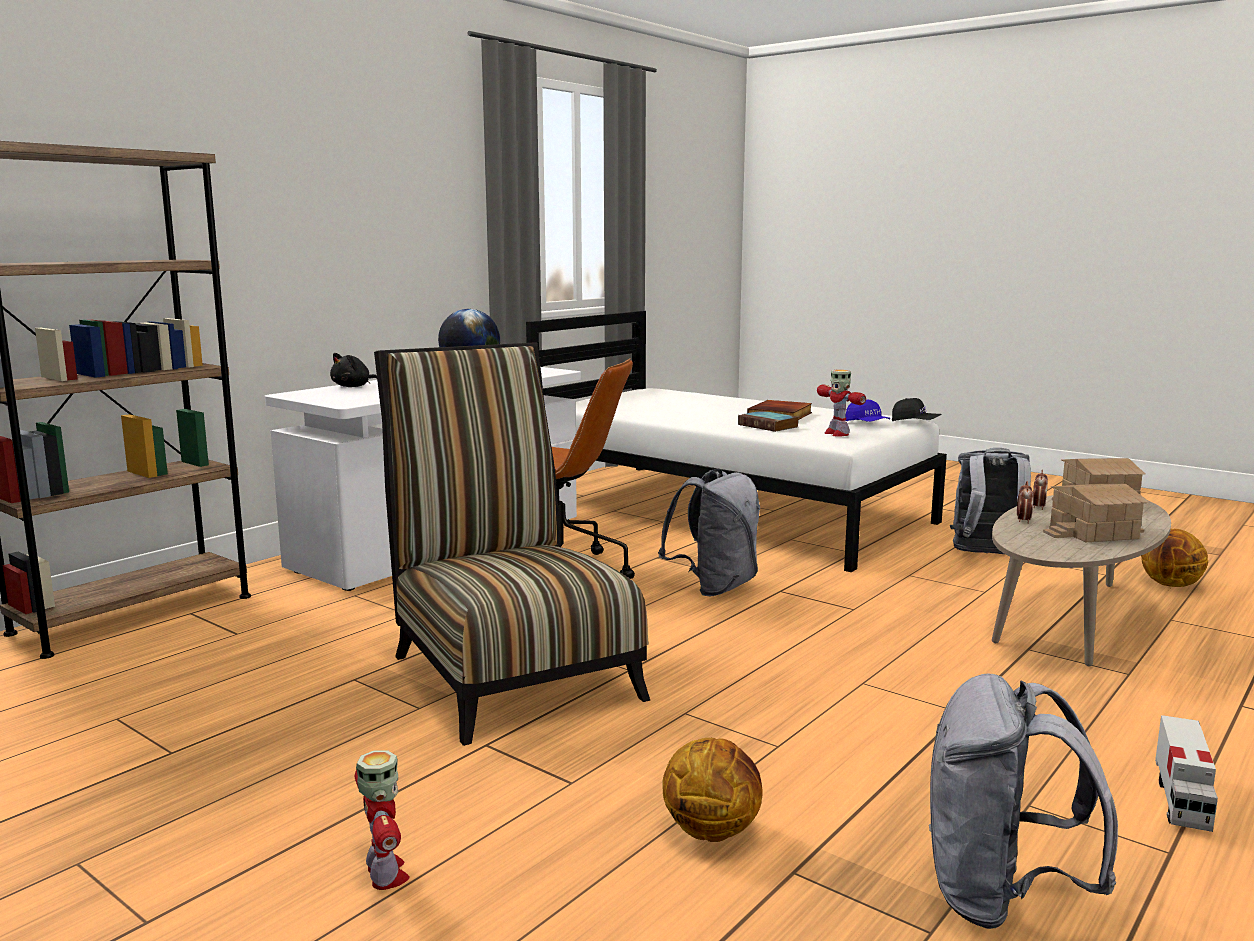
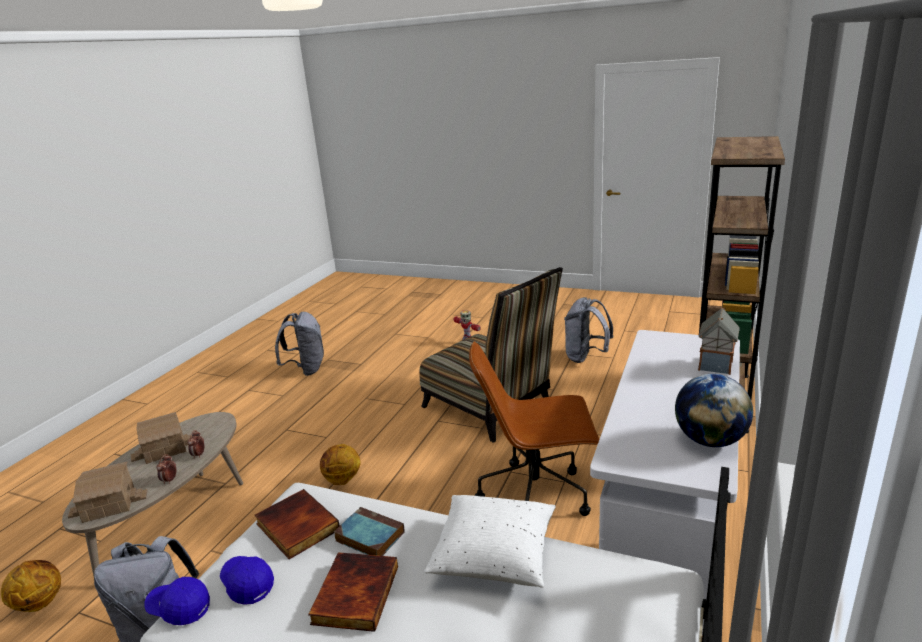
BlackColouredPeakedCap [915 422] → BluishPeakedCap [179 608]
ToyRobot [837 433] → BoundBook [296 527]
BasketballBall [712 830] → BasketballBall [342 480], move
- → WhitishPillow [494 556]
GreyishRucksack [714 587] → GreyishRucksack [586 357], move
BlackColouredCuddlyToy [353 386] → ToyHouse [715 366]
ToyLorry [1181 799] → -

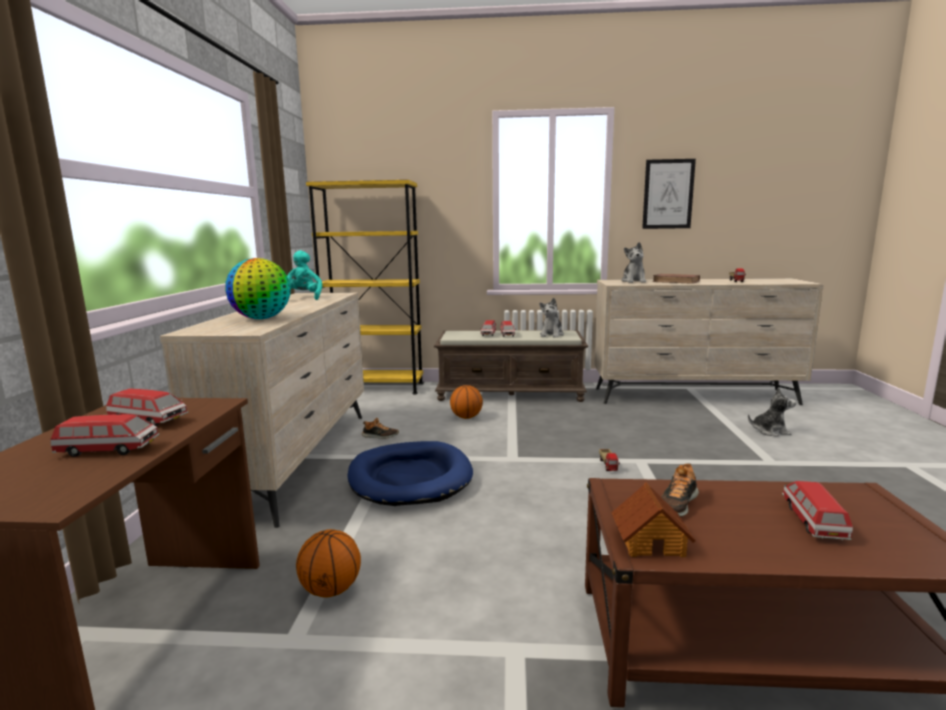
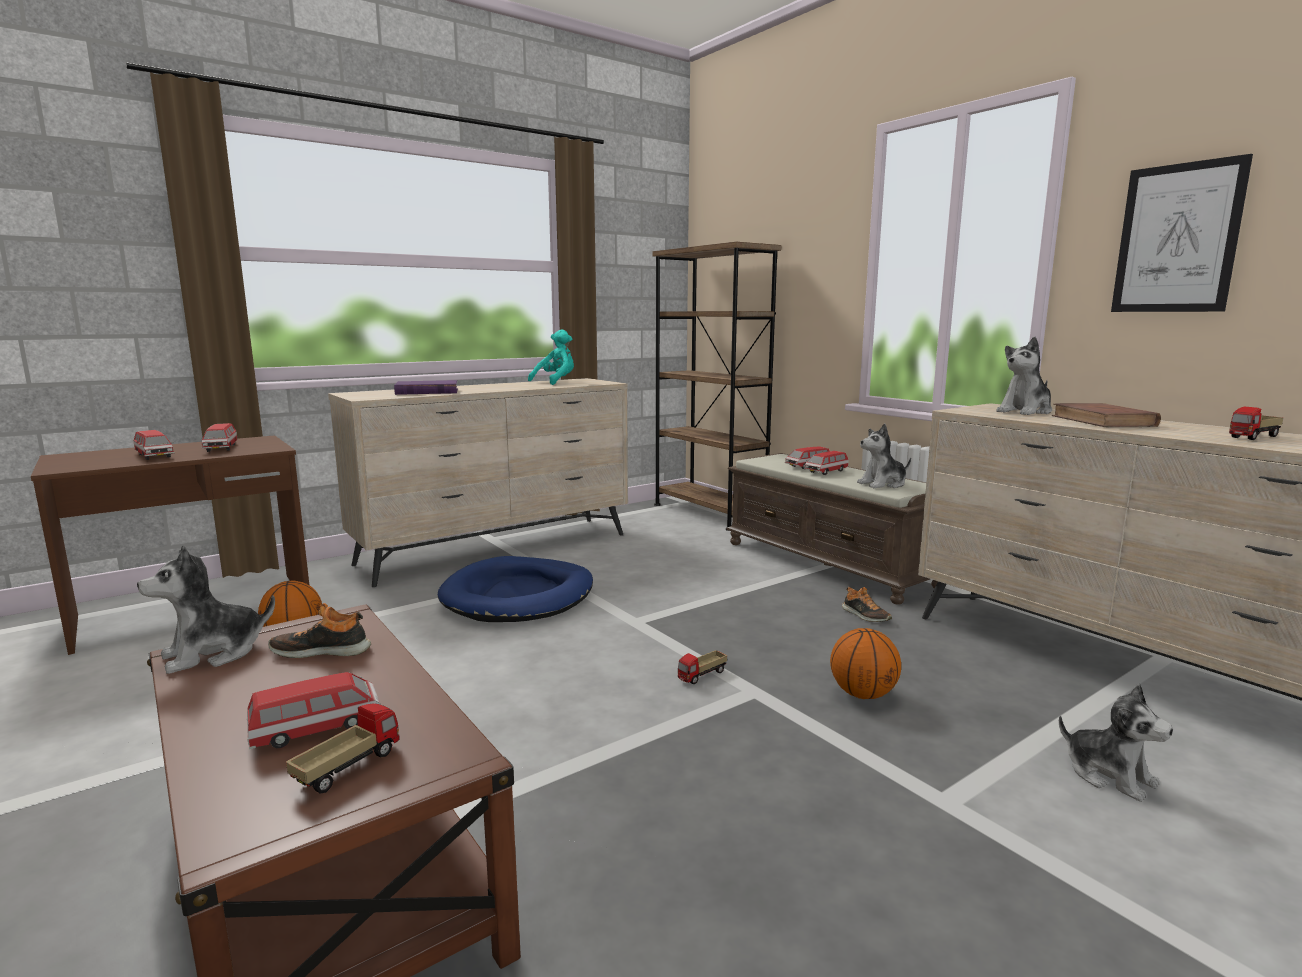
ToyHouse [650 541] → CuddlyToy [213 653]
- → ToyLorry [348 767]
Globe [262 319] → PurpleBoundBook [426 392]
YellowShelvingUnit [375 388] → BrownishShelvingUnit [708 512]
BasketballBall [466 417] → BasketballBall [863 694], move
Shoe [380 436] → Shoe [865 615], move

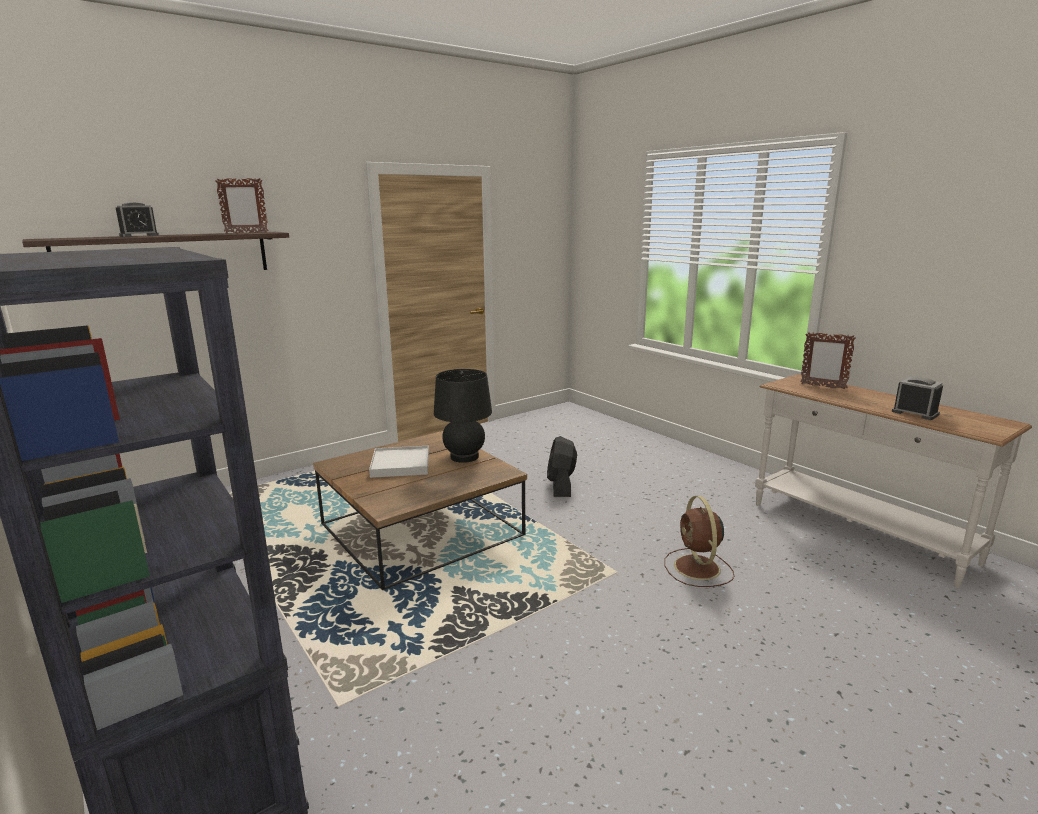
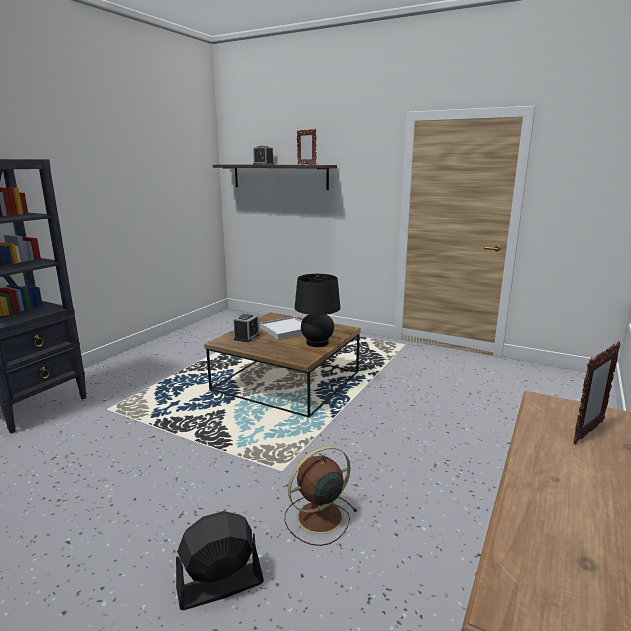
BlackColouredFan [561 486] → BlackColouredFan [220 585], move
BedsideClock [915 413] → BedsideClock [246 337], move
StandingFrame [822 386] → StandingFrame [587 432], 135 degrees counterclockwise

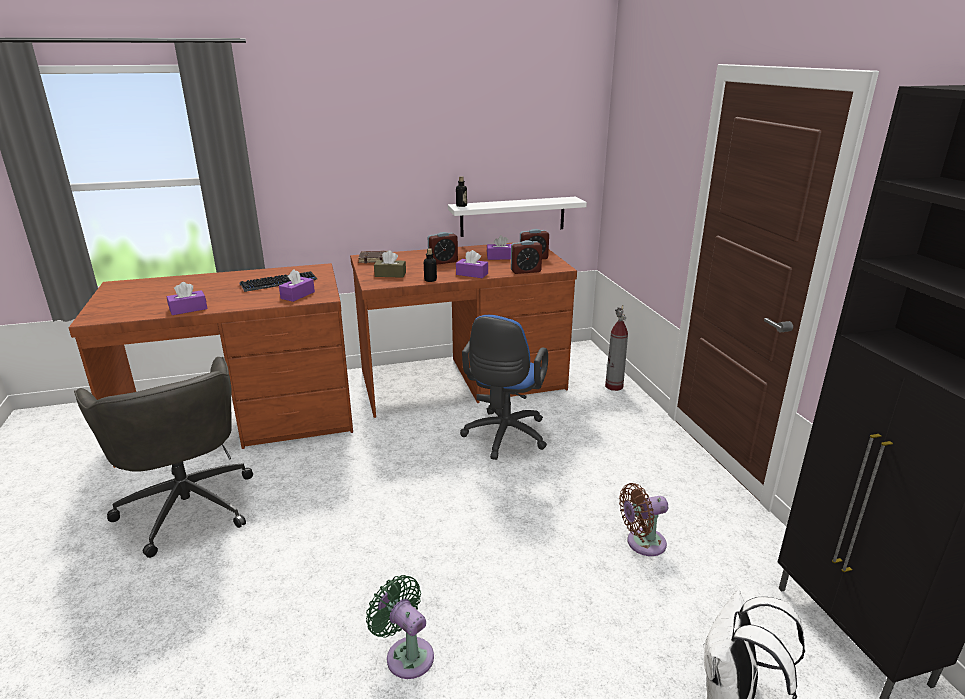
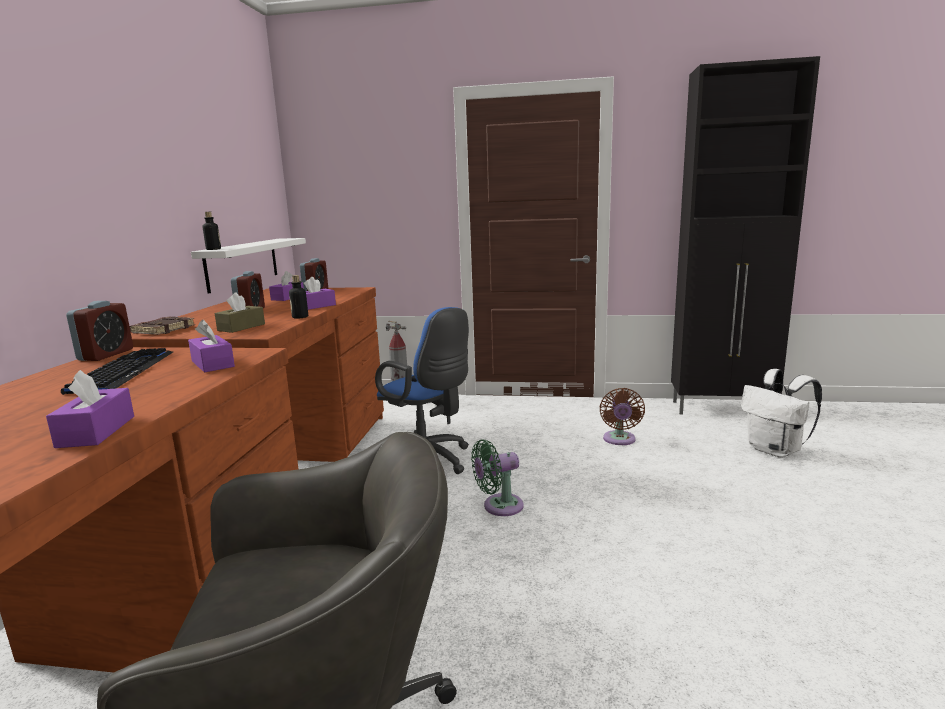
BedsideClock [525 271] → BedsideClock [106 355], move
GreenColouredFan [406 654] → GreenColouredFan [499 506], move

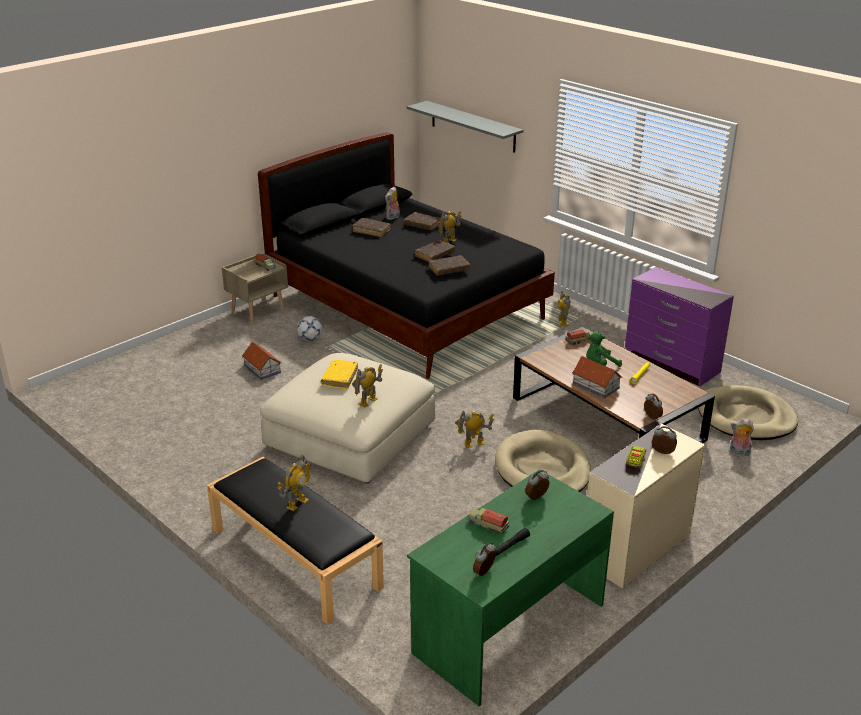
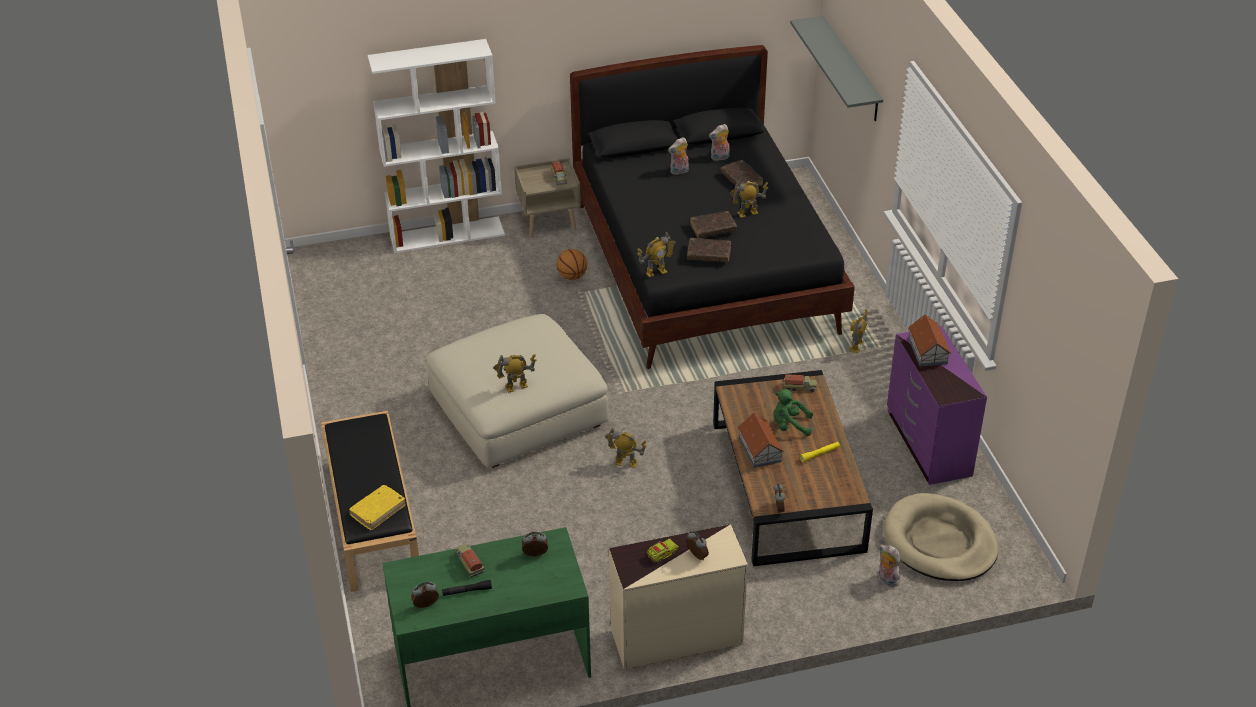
YellowBoundBook [340 378] → YellowBoundBook [378 511], move
- → WhitishShelvingUnit [447 234]
Football [310 339] → BasketballBall [572 276]
ToyRobot [297 503] → ToyRobot [656 272], move
BrownishBoundBook [371 231] → CuddlyToy [679 171]
ToyHouse [262 368] → ToyHouse [928 350], move
SandColouredDogCushion [542 469] → -

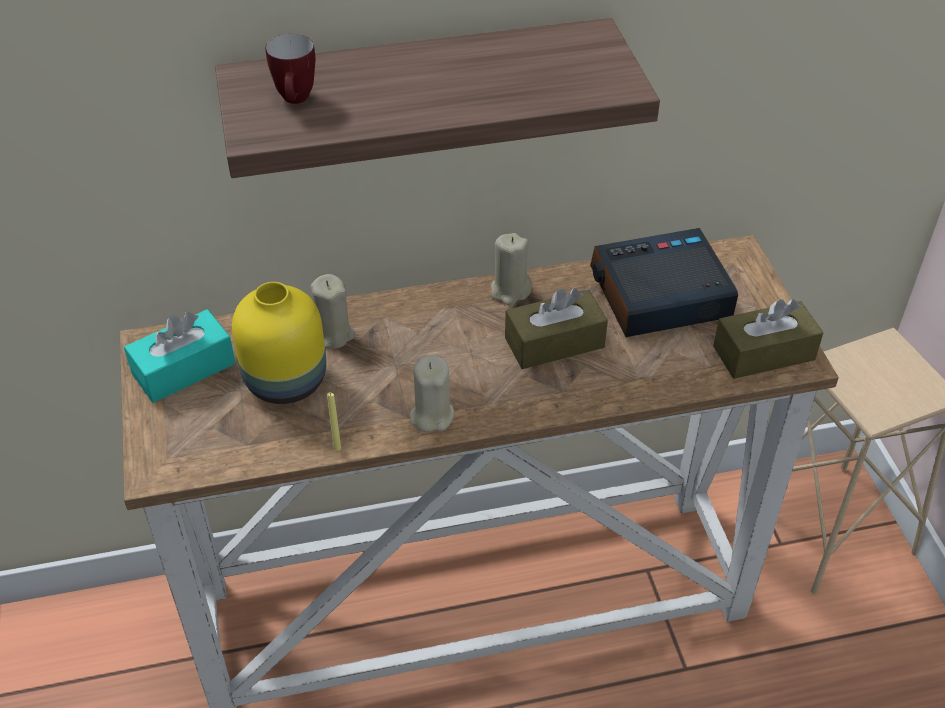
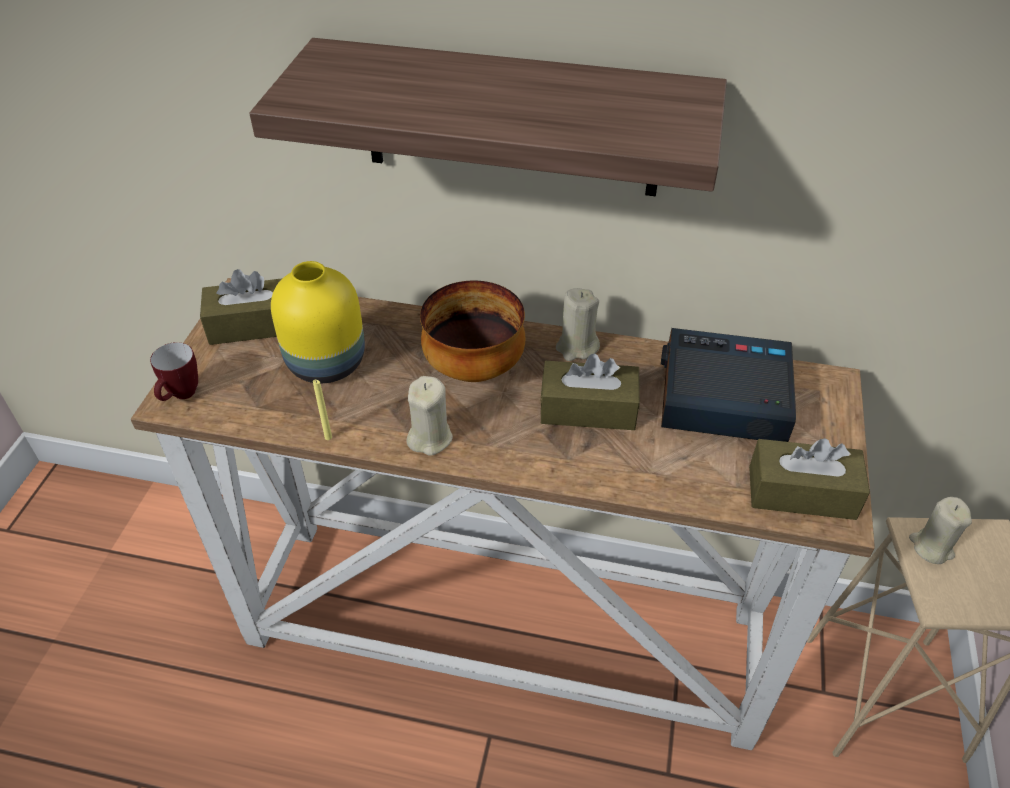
Mug [296 101] → Mug [181 396], move
BlueGreenBoxOfTissues [184 369] → BrownishBoxOfTissues [253 325]
- → ServingBowl [475 368]
SandColouredWaxLight [332 334] → SandColouredWaxLight [931 547], move

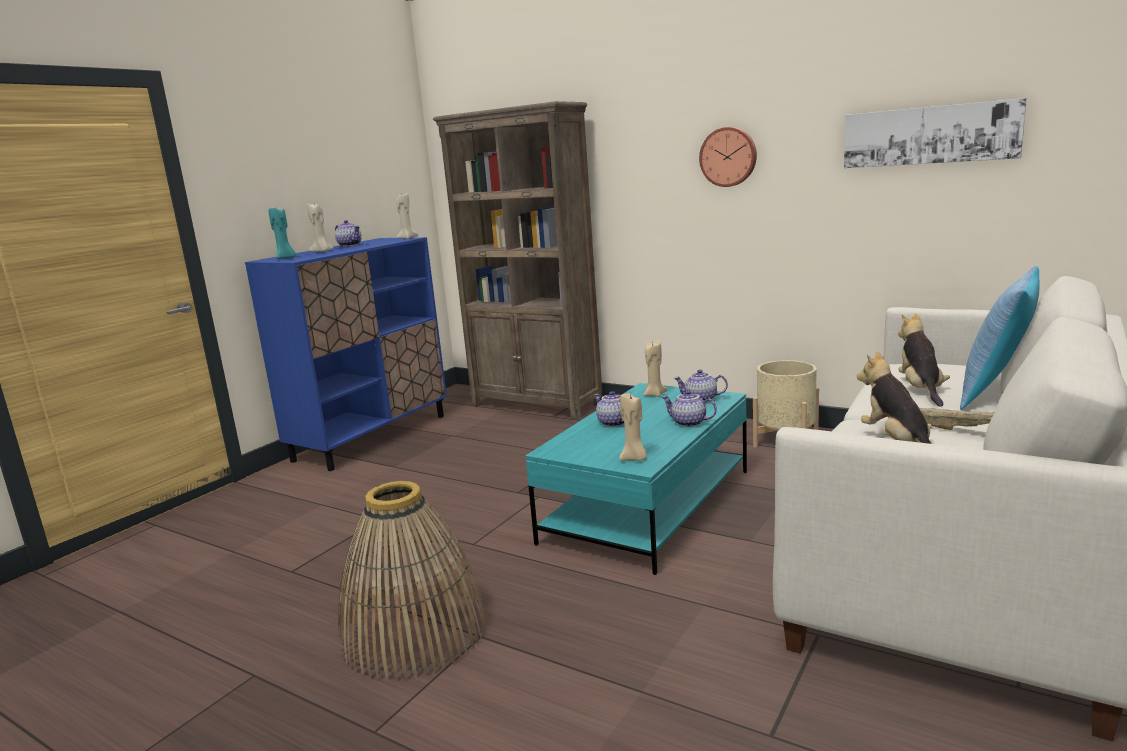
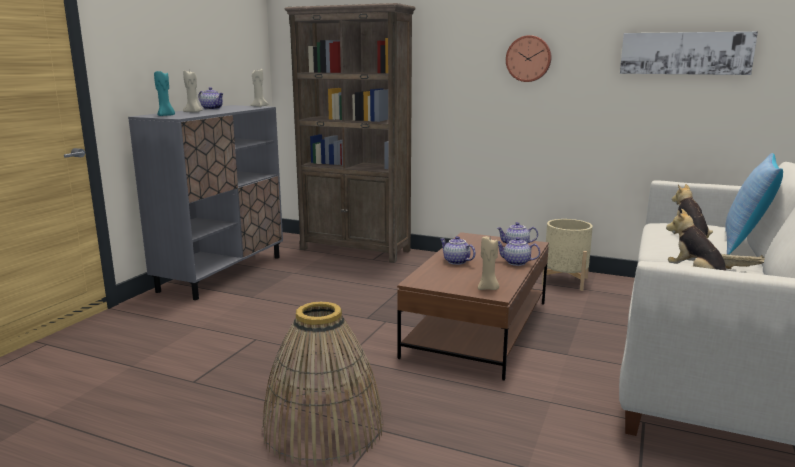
BluishCabinet [372 437] → GreyishCabinet [222 273]
BlueGreenCoffeeTable [649 506] → BrownishCoffeeTable [478 329]
SandColouredWaxLight [654 394] → -

